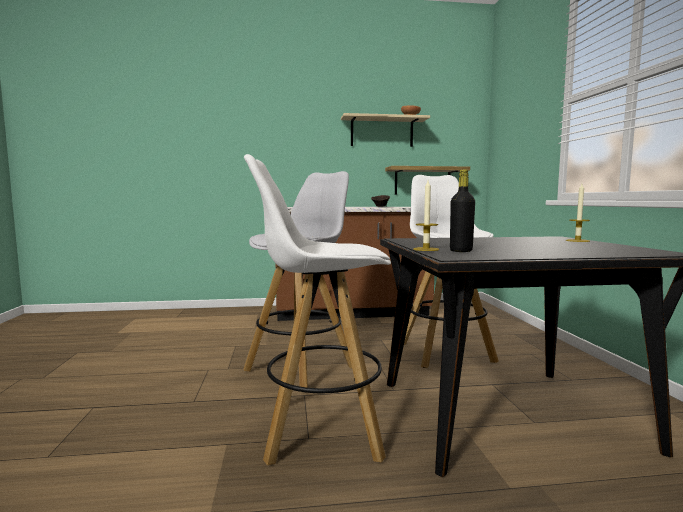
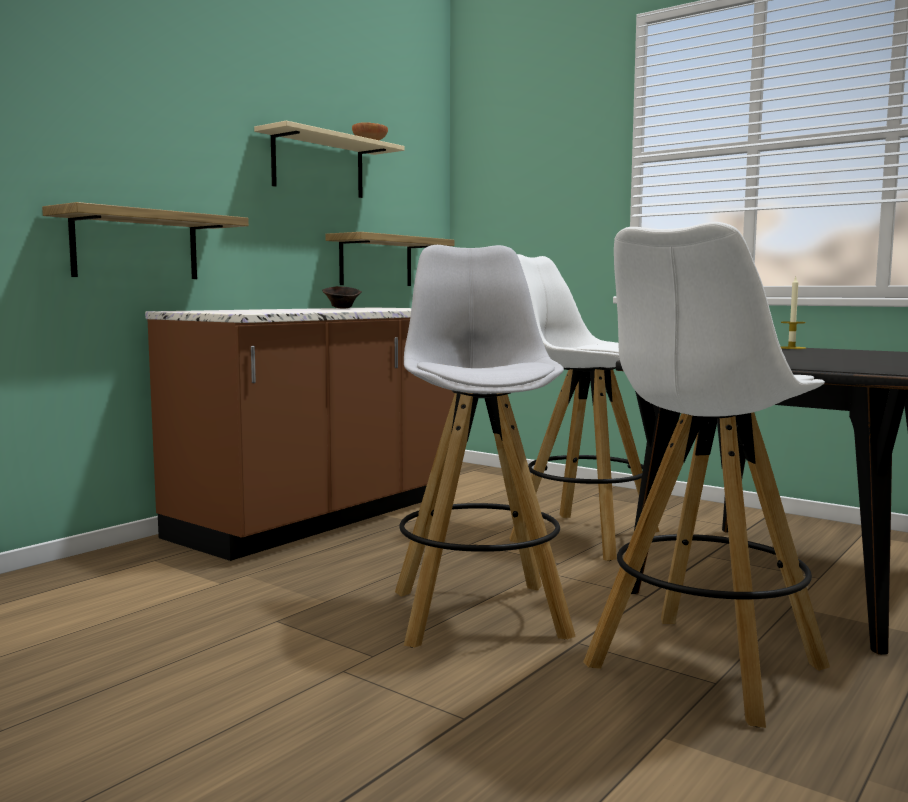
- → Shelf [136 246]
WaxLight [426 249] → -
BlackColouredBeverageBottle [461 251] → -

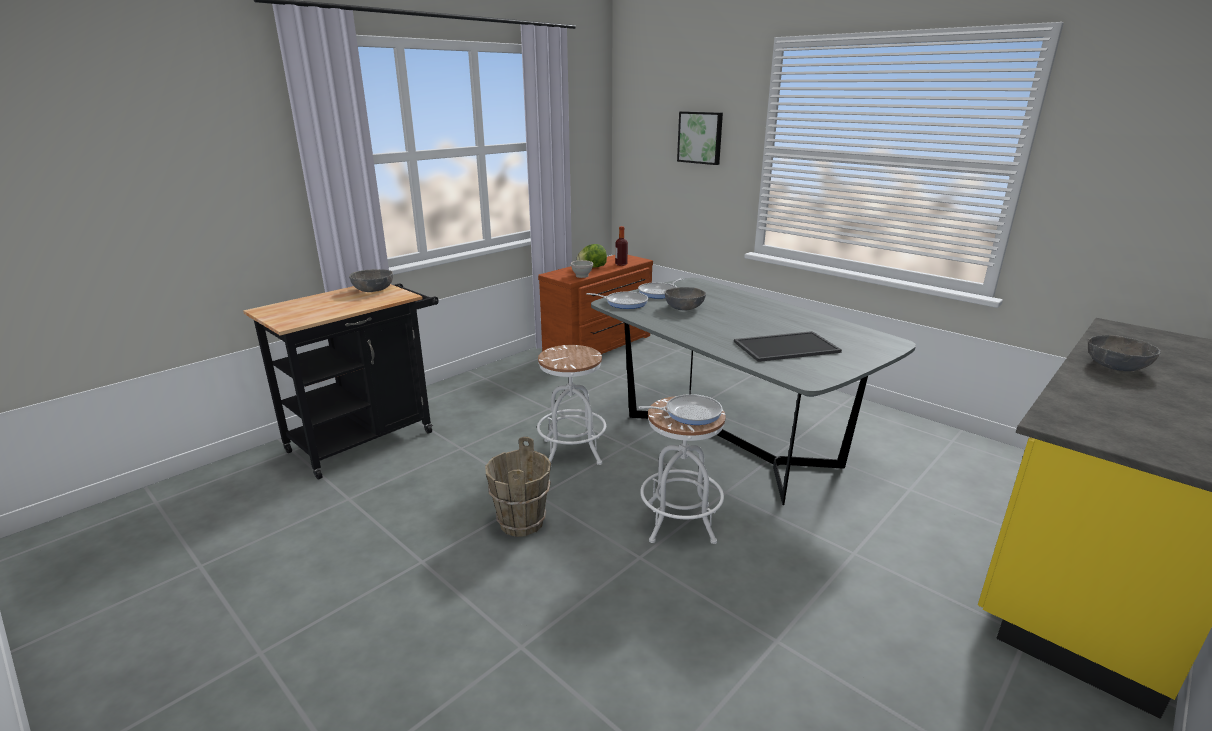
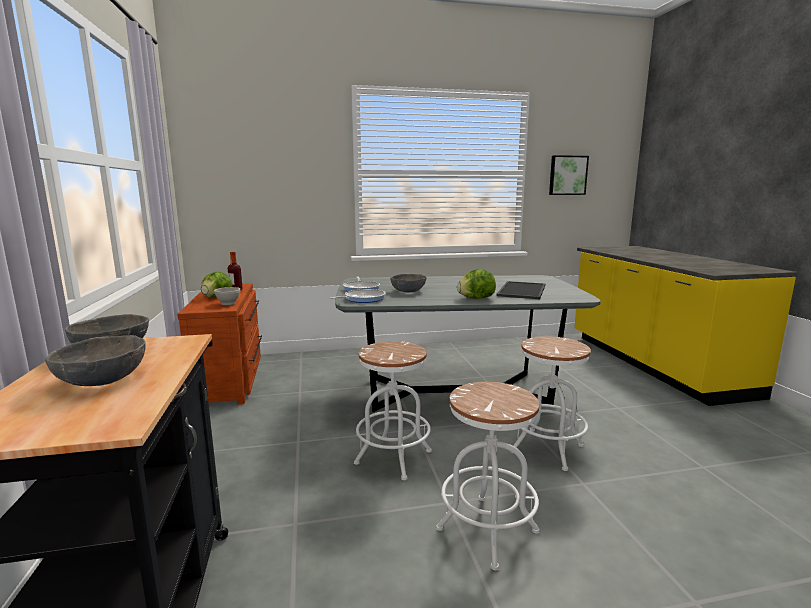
GreyishServingBowl [1116 366] → GreyishServingBowl [103 379], move
BrownishBucket [521 523] → WhitishStool [487 530]
- → Lettuce [476 298]
WallPicture [700 137] → WallPicture [567 175], move
Pan [689 413] → -

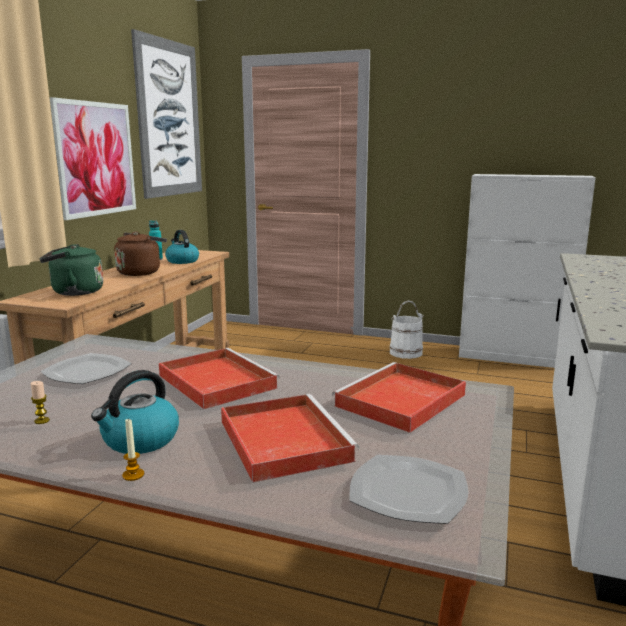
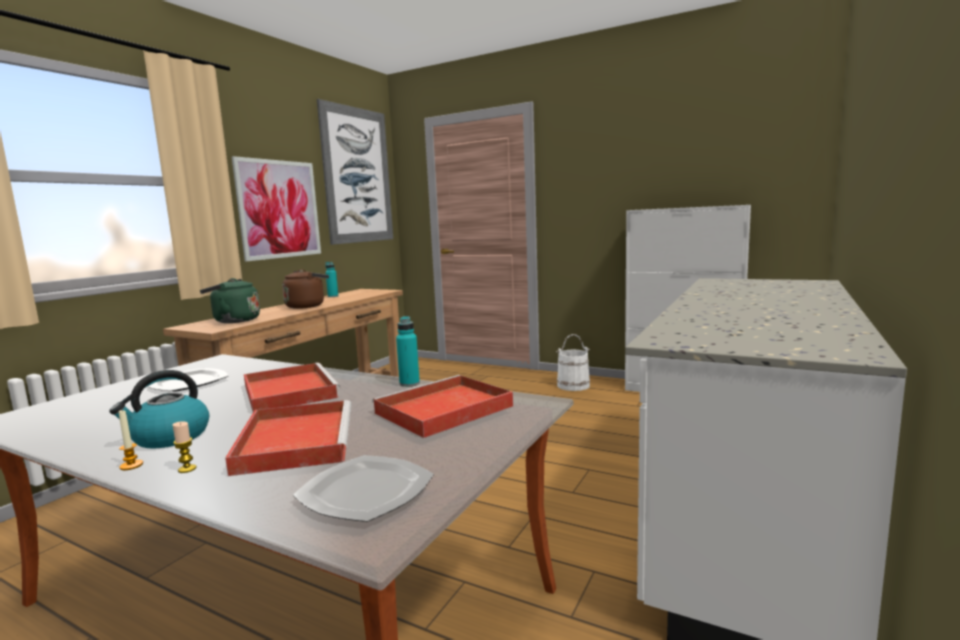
WaxLight [42 421] → WaxLight [187 469], move
- → BlueGreenBeverageBottle [409 383]
WaterKettle [182 261] → -

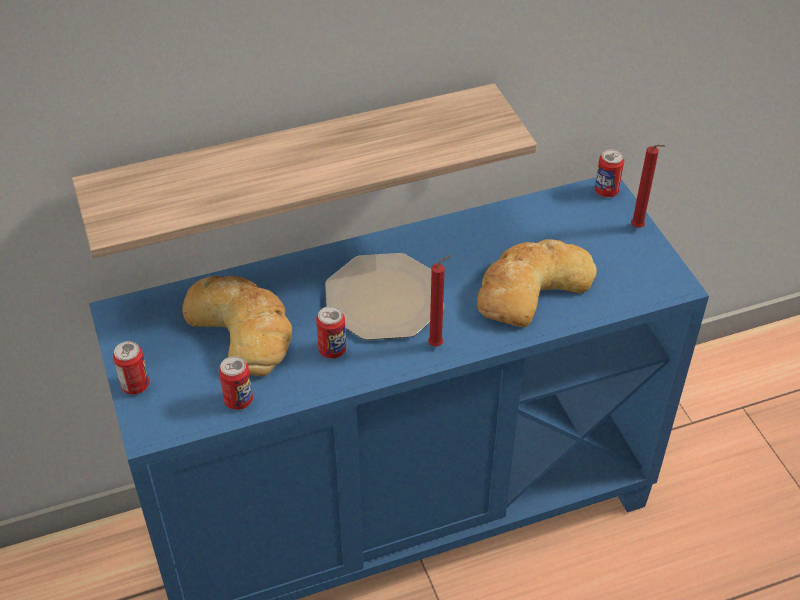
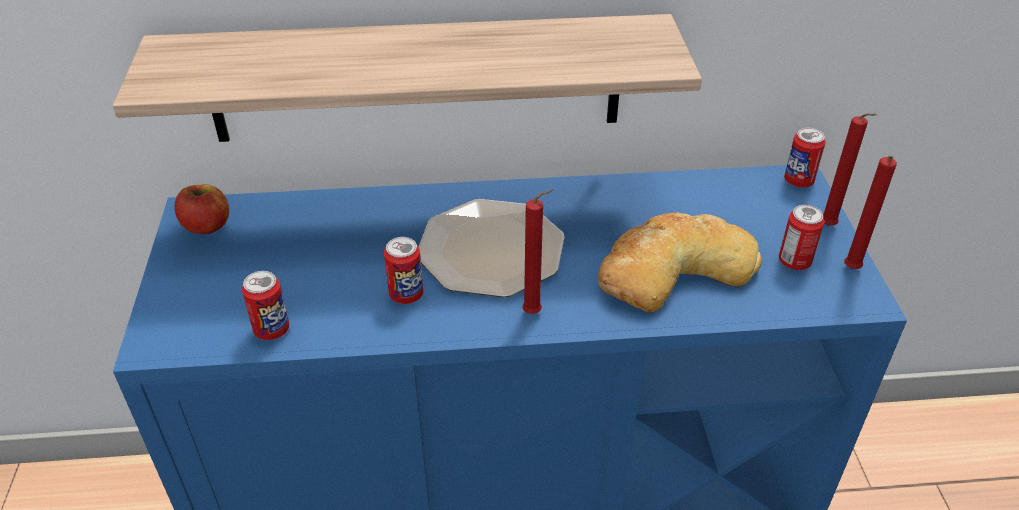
- → AppleFruit [207 226]
SealedCan [135 385] → SealedCan [794 262], move
- → RedWaxLight [850 270]
BakeryBread [242 328] → -

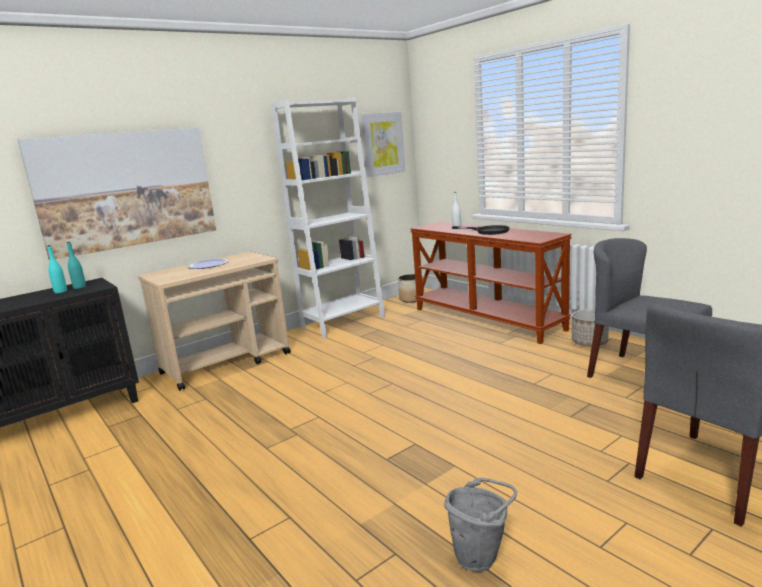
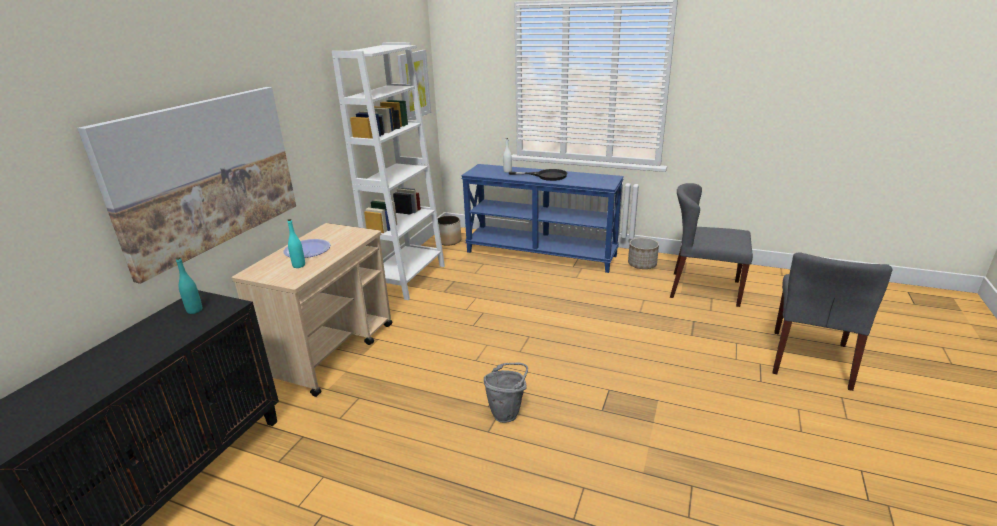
BlueGreenBeverageBottle [60 291] → BlueGreenBeverageBottle [299 265], move
BrownishHallTable [487 319] → BluishHallTable [541 253]
GreyishBucket [481 557] → GreyishBucket [507 413], move

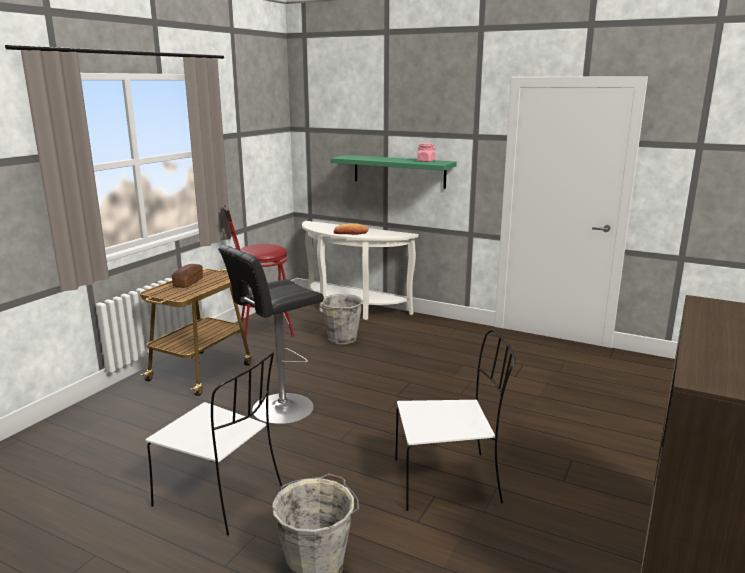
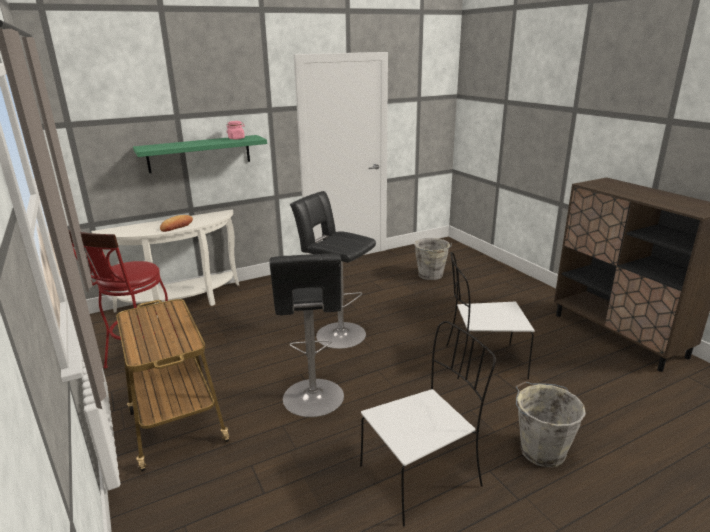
- → BlackColouredStool [337 334]
GreyishBucket [341 339] → GreyishBucket [431 275], move
WhitishChair [449 480] → WhitishChair [482 361], 120 degrees counterclockwise
BakeryBread [188 282] → -

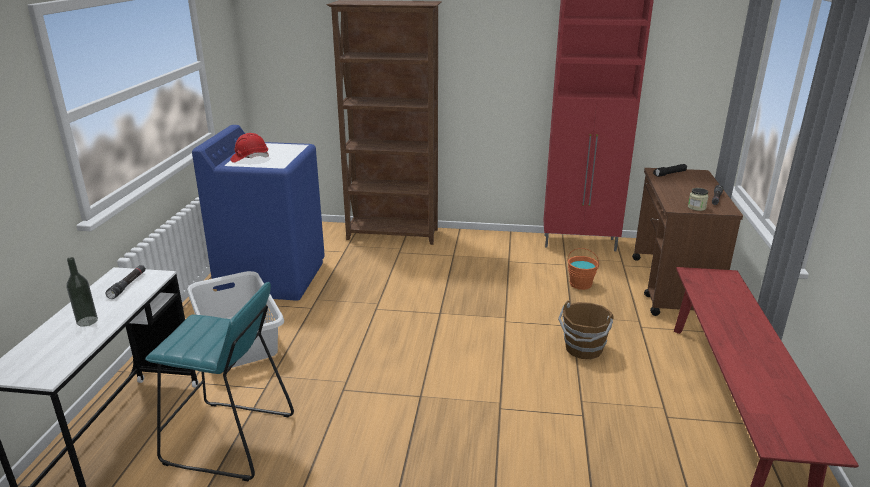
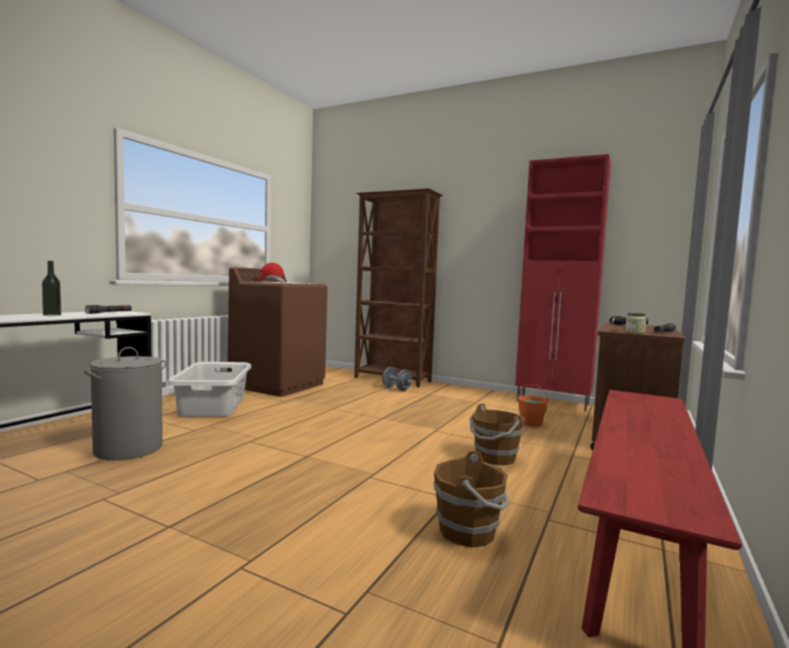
BlueGreenStool [229 440] → GreyishWashingBasket [128 449]
BluishWashingMachine [272 277] → BrownishWashingMachine [278 385]
- → GreyishFreeWeight [396 388]
- → BrownishBucket [469 532]

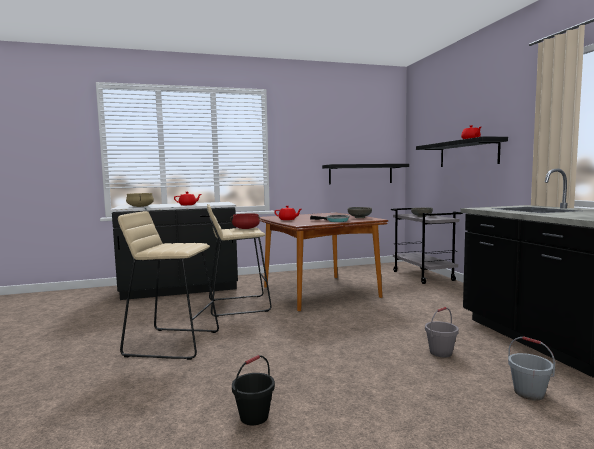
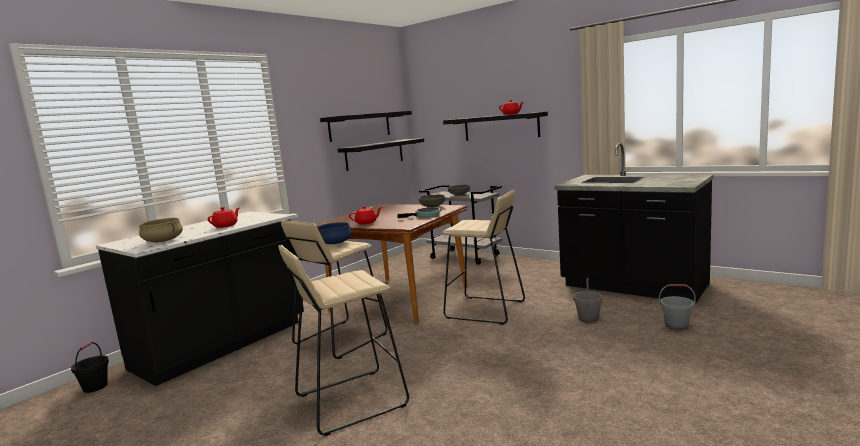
BlackColouredBucket [254 416] → BlackColouredBucket [95 387], move
RedSaucepot [246 228] → BluishSaucepot [335 243]
- → BlackColouredShelf [360 126]
- → SandColouredStool [485 310]

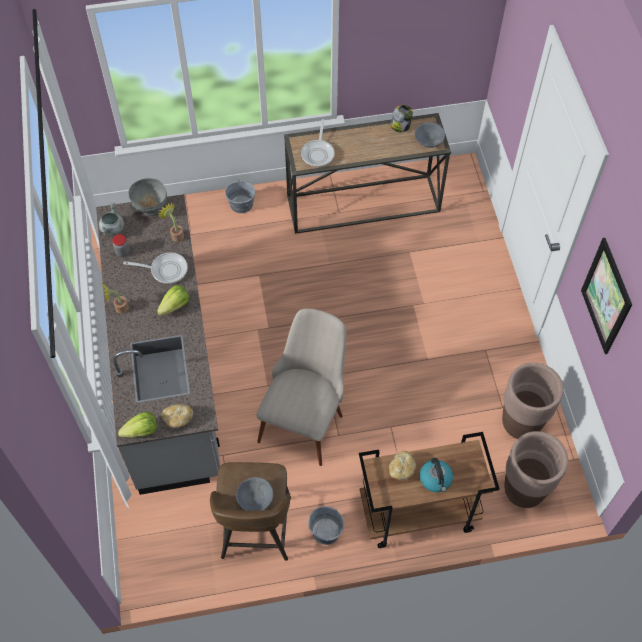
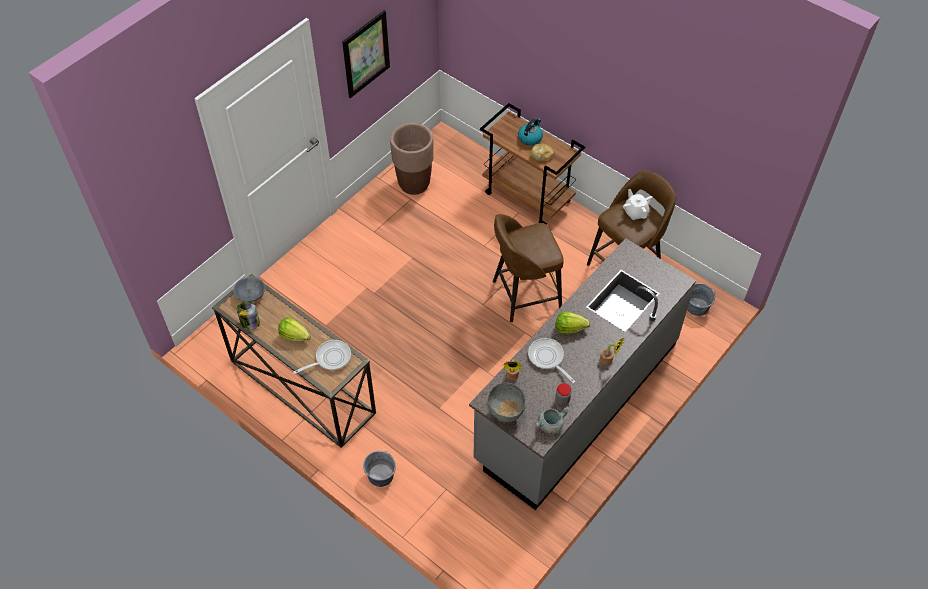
Lettuce [141 431] → Lettuce [294 335], move
SandColouredChair [305 416] → BrownishStool [524 295]
GreyishServingBowl [255 499] → WhitishTeapot [635 212]
GreyishBucket [325 531] → GreyishBucket [697 307], move
BakeryBread [178 418] → -
BrownishFlowerPot [523 491] → -

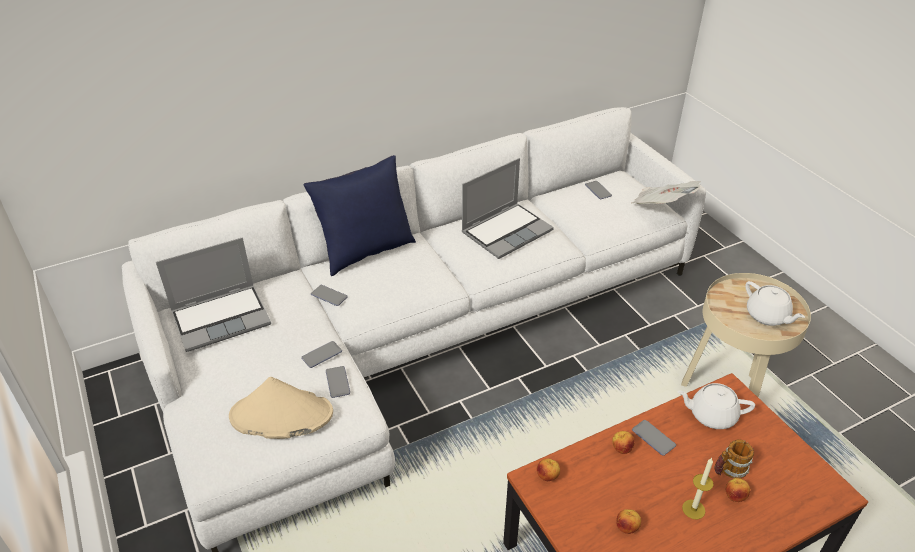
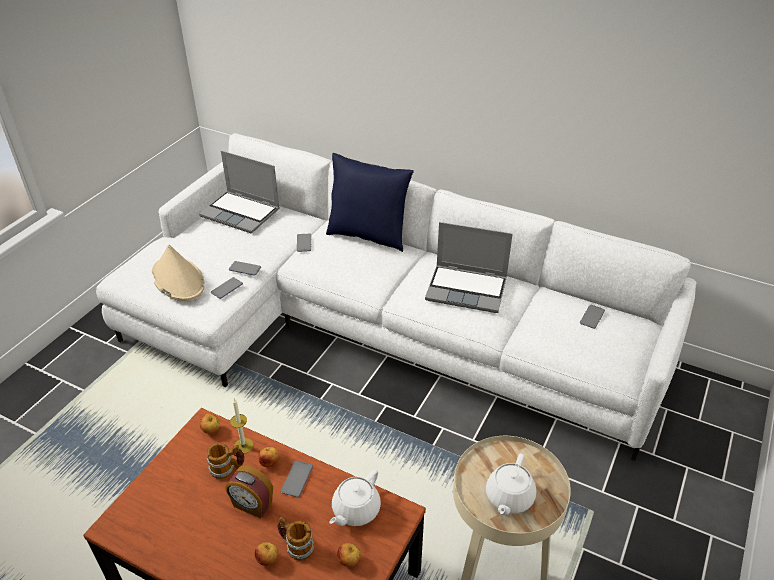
- → Mug [227 468]
- → BedsideClock [252 505]
WaxLight [693 509] → WaxLight [243 446], move
WhitishTeapot [711 415] → WhitishTeapot [355 510], 120 degrees counterclockwise
AppleFruit [627 528] → AppleFruit [349 561], move
DailyPaper [662 206] → -

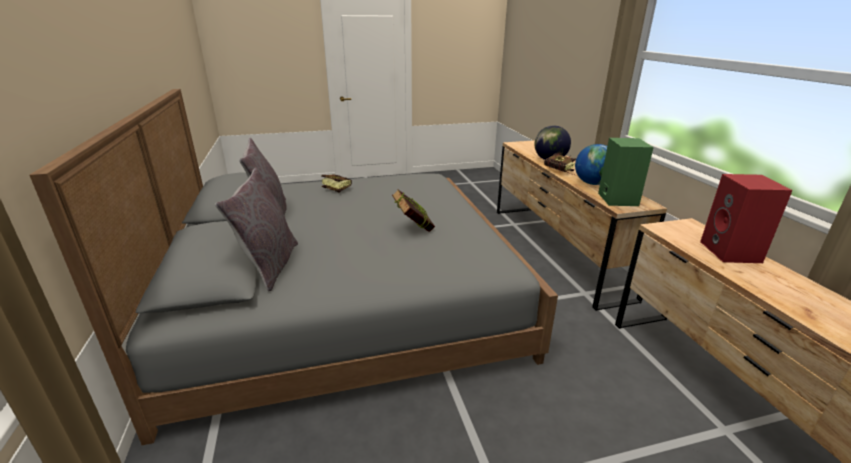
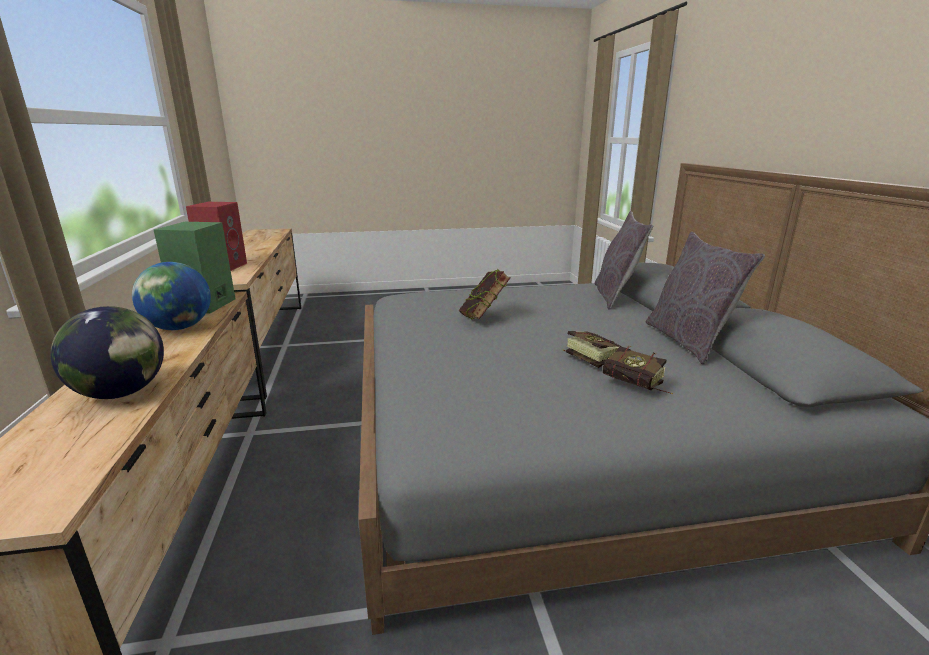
BoundBook [560 172] → BoundBook [587 358], move

